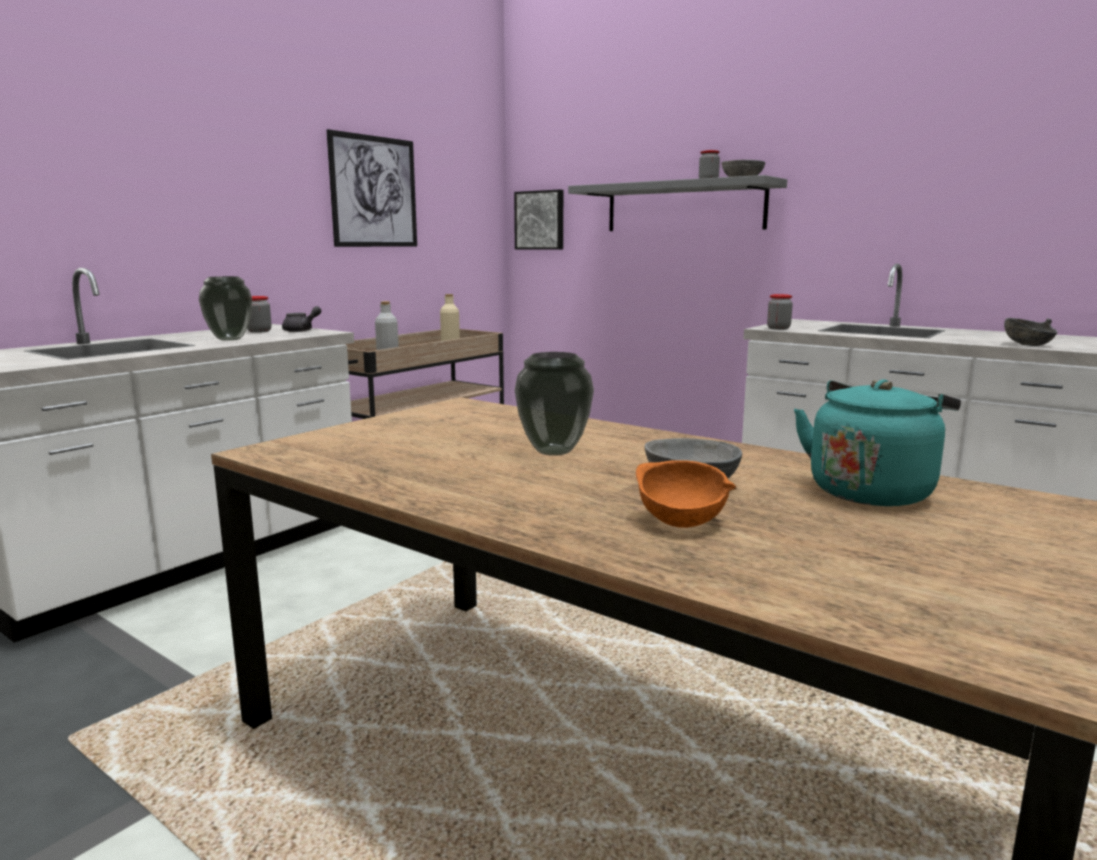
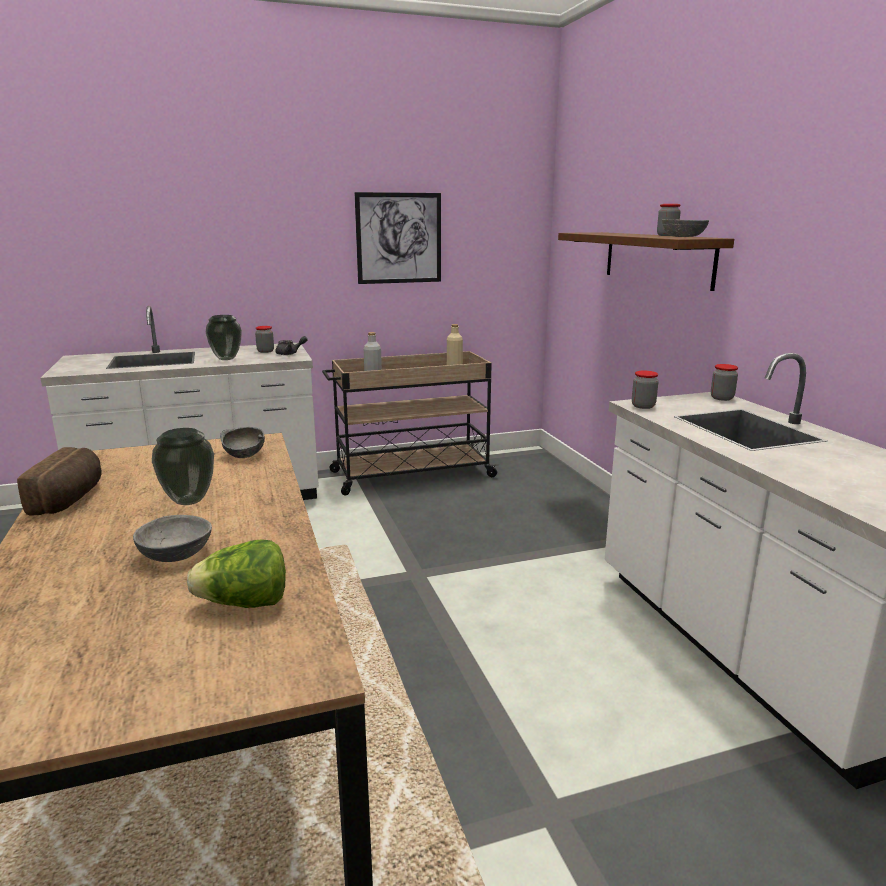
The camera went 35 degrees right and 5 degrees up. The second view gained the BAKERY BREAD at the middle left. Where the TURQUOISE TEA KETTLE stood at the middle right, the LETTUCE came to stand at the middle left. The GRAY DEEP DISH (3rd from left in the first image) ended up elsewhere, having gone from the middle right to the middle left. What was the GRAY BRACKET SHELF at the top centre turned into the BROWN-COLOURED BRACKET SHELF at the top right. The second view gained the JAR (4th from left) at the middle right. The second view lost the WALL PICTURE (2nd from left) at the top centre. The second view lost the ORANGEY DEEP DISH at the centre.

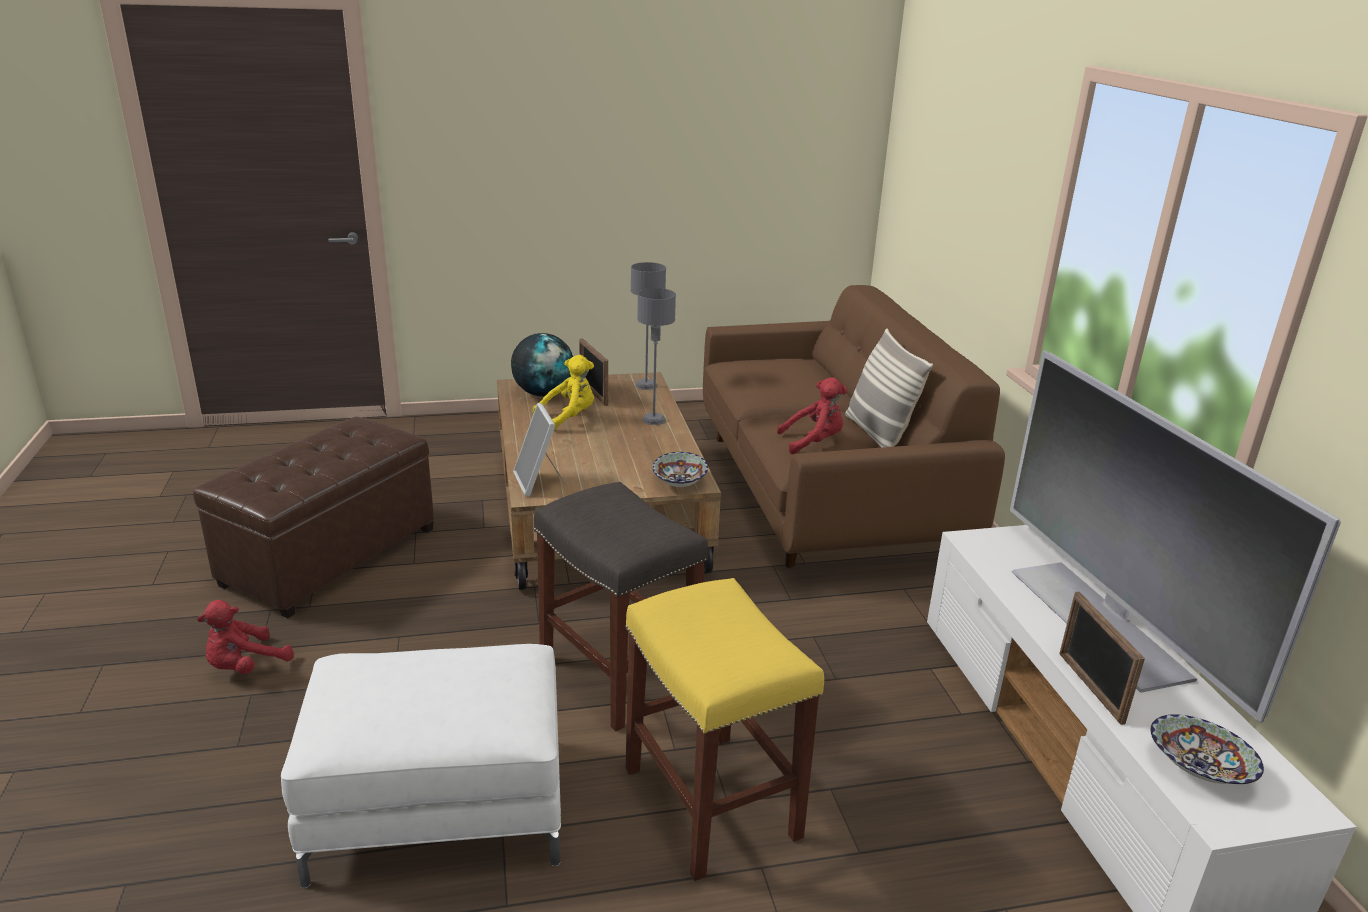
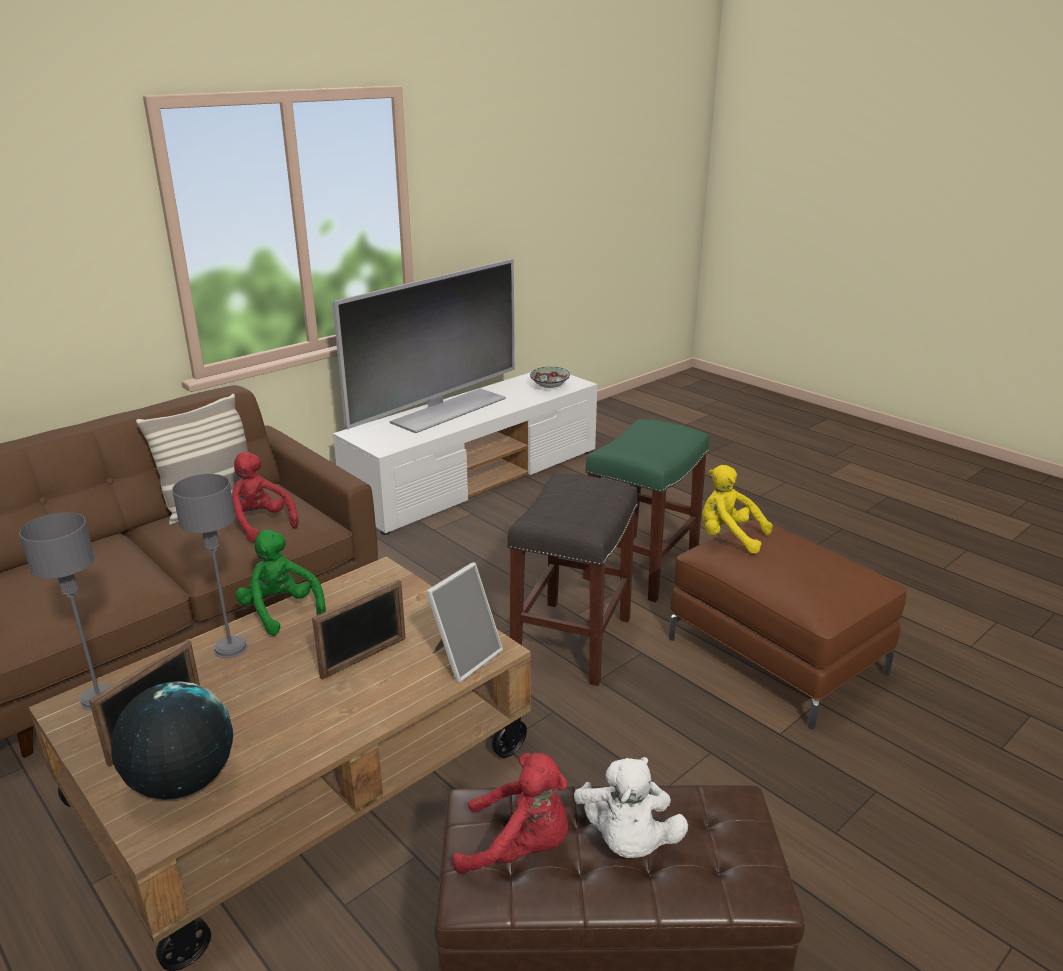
The camera went 120 degrees left and 0 degrees up. The second view gained the GREEN-COLOURED CUDDLY TOY at the middle left. The PICTURE FRAME (3rd from left in the first image) ended up elsewhere, having gone from the bottom right to the centre. The REDDISH CUDDLY TOY (1st from left in the first image) ended up elsewhere, having gone from the bottom left to the bottom centre. The second view gained the WHITE-COLOURED CUDDLY TOY at the bottom centre. What was the YELLOW-COLOURED STOOL at the bottom centre turned into the GREEN-COLOURED STOOL at the centre. What was the WHITE-COLOURED POUFFE at the bottom left turned into the BROWN-COLOURED POUFFE (2nd from left) at the middle right. The YELLOW-COLOURED CUDDLY TOY ended up elsewhere, having gone from the centre to the middle right. The second view lost the DEEP DISH (1st from left) at the centre.

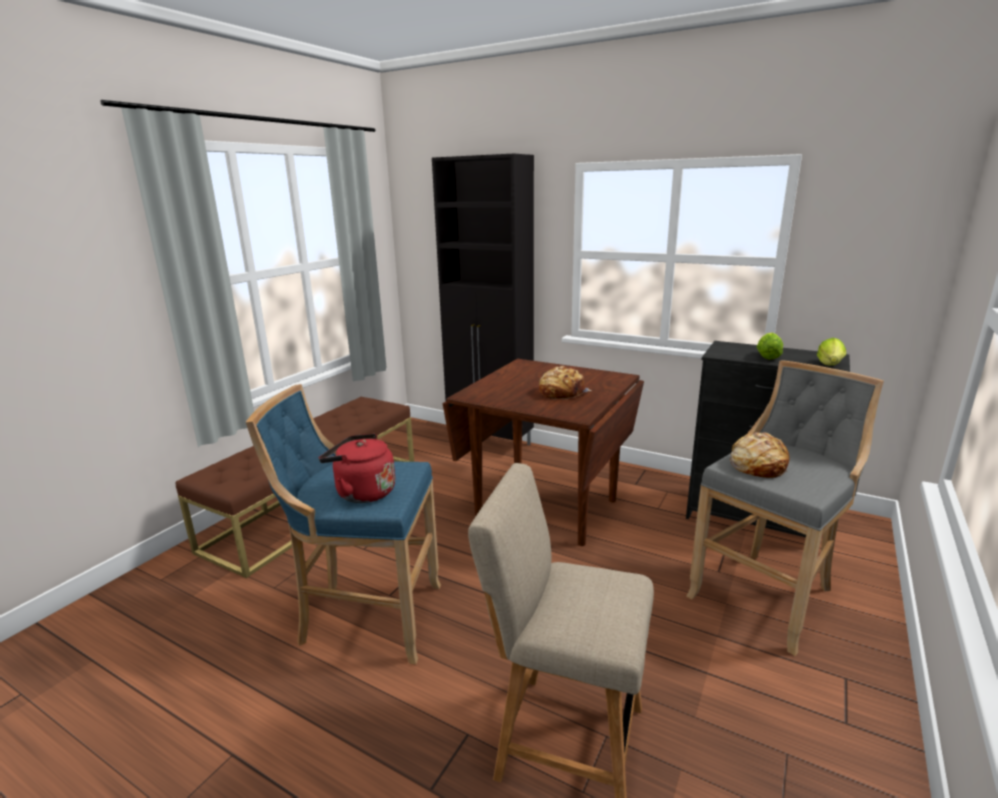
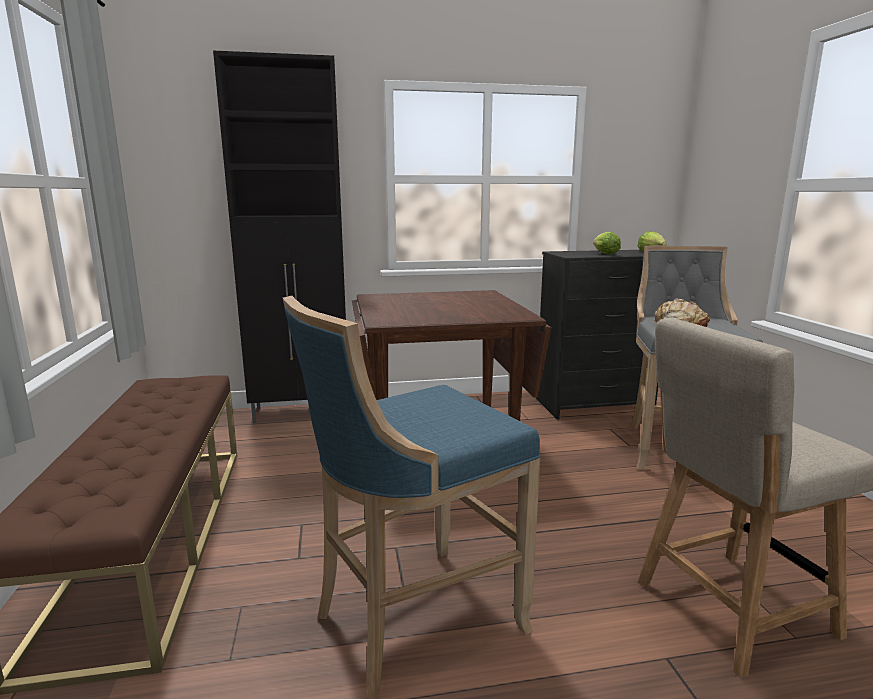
The camera went 40 degrees left and 5 degrees down. The second view lost the REDDISH TEA KETTLE at the centre. The second view lost the BAKERY BREAD (1st from left) at the centre.

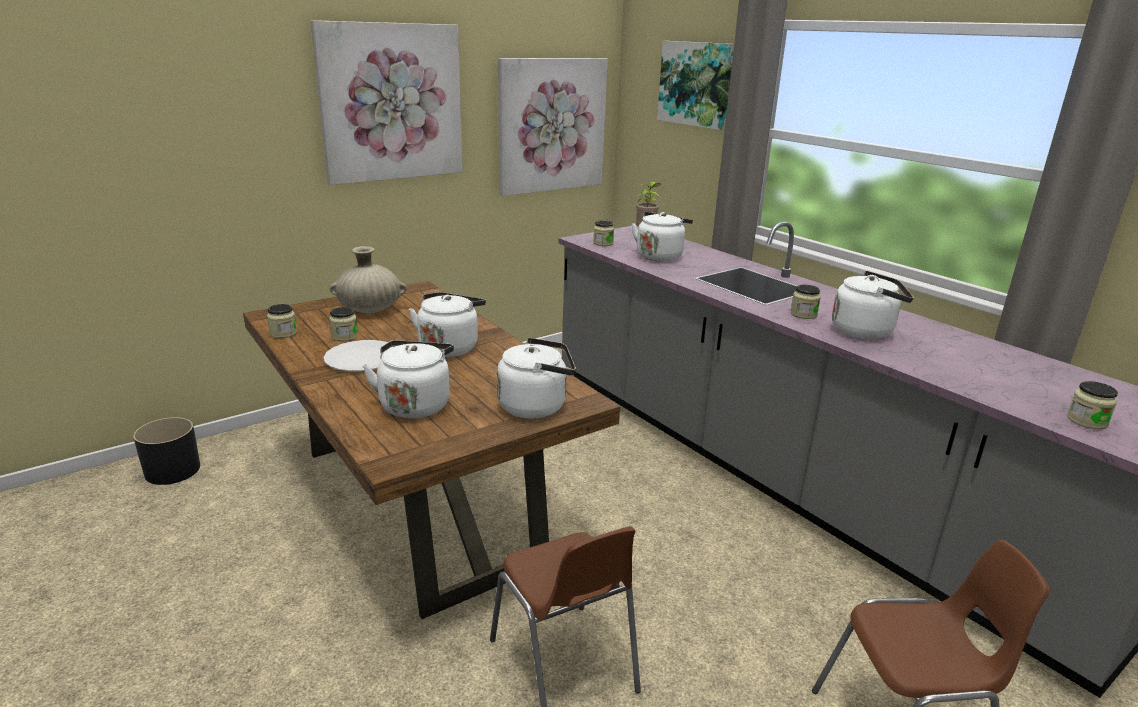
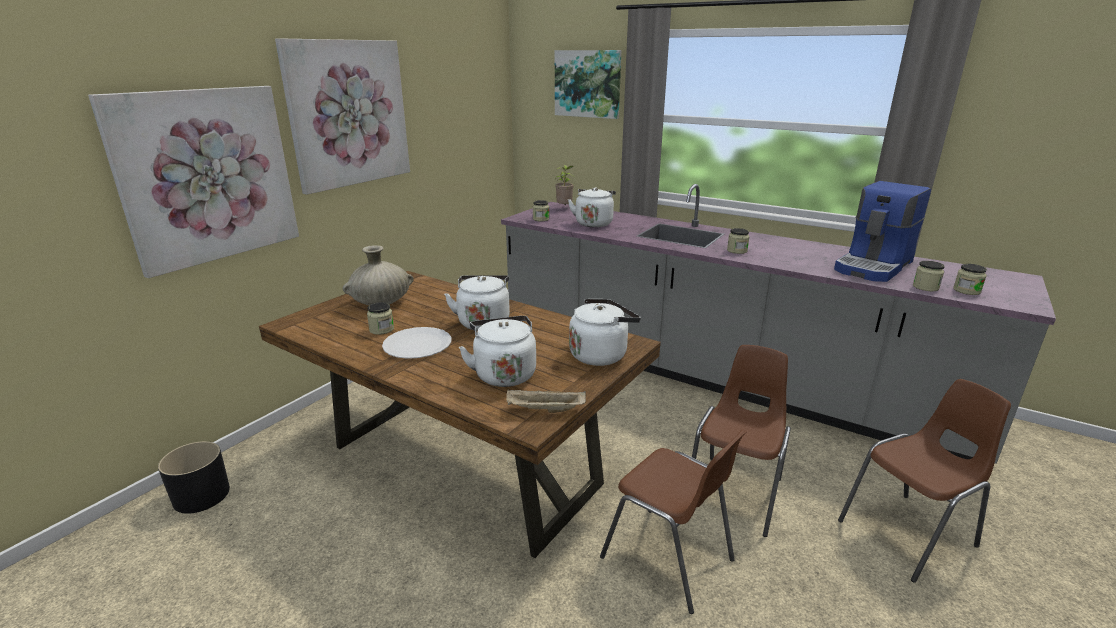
The camera went 20 degrees left and 0 degrees up. The WALL PICTURE (2nd from left in the first image) ended up elsewhere, having gone from the top centre to the top left. The second view gained the BEIGE TRAY at the centre. The second view gained the BROWN-COLOURED UPRIGHT CHAIR (2nd from left) at the bottom centre. The second view gained the COFFEE BREWER at the middle right. The JAR (1st from left in the first image) ended up elsewhere, having gone from the middle left to the middle right. The second view lost the WHITE-COLOURED TEA KETTLE (5th from left) at the middle right.

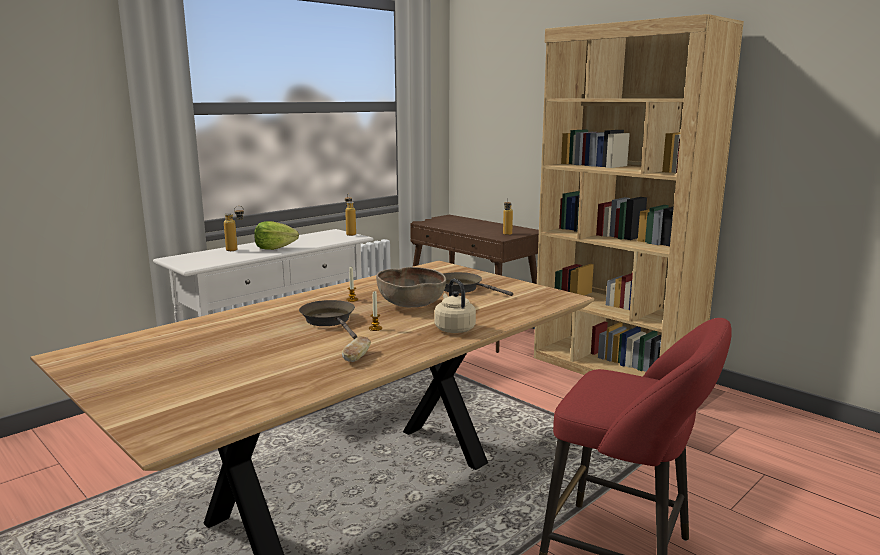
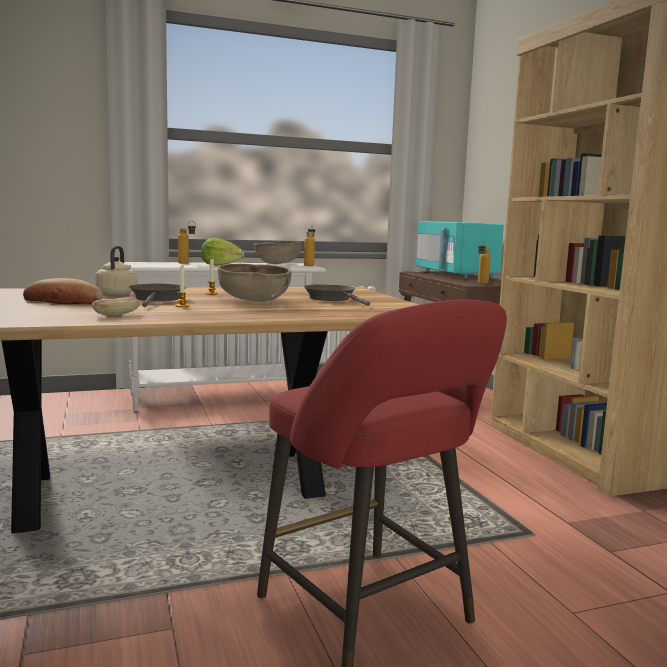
The camera went 25 degrees right and 5 degrees down. The second view gained the BAKERY BREAD (1st from left) at the middle left. The BEIGE TEA KETTLE ended up elsewhere, having gone from the centre to the middle left. The second view gained the BROWN-COLOURED DEEP DISH (2nd from left) at the centre. The second view gained the TURQUOISE MICROWAVE at the middle right.

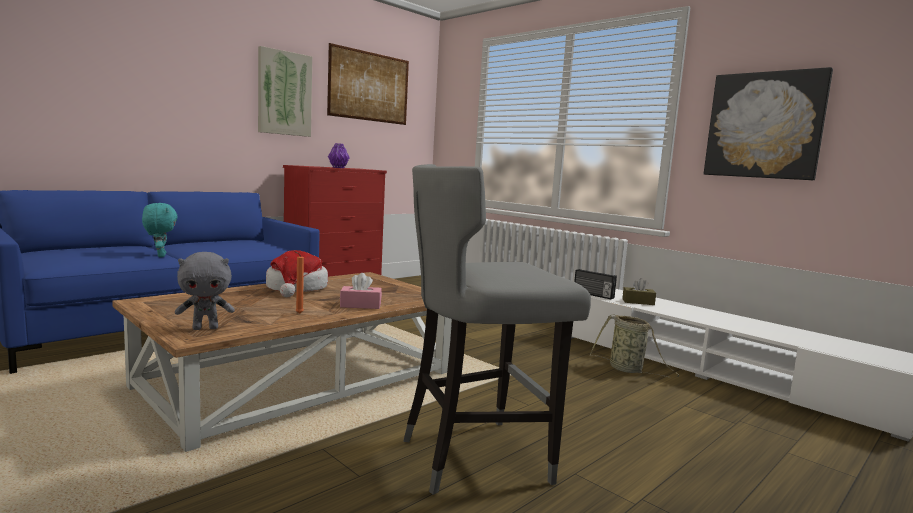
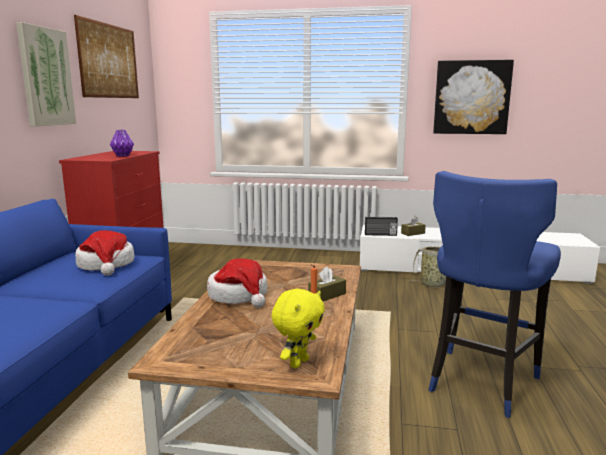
The camera went 35 degrees left and 5 degrees up. The second view gained the WEARABLE HAT (1st from left) at the middle left. What was the GRAY CUDDLY TOY at the middle left turned into the YELLOW-COLOURED CUDDLY TOY at the bottom centre. What was the PINKISH BOX OF TISSUES at the centre turned into the BROWN-COLOURED BOX OF TISSUES (1st from left) at the centre. What was the GRAY STOOL at the centre turned into the BLUISH STOOL at the middle right. The second view lost the TURQUOISE CUDDLY TOY at the middle left.

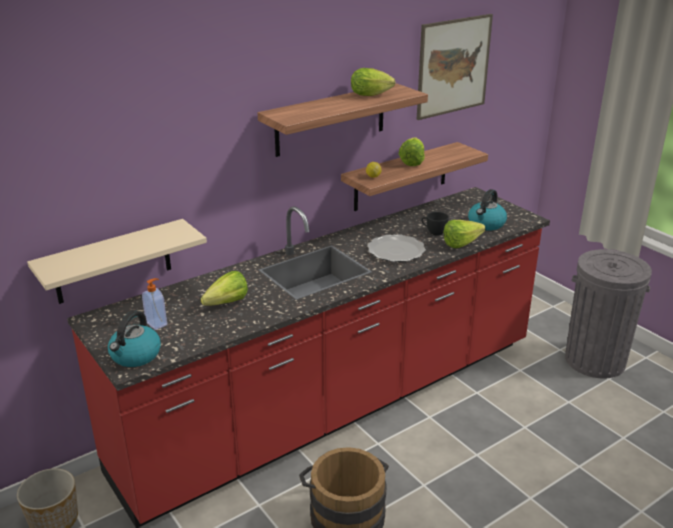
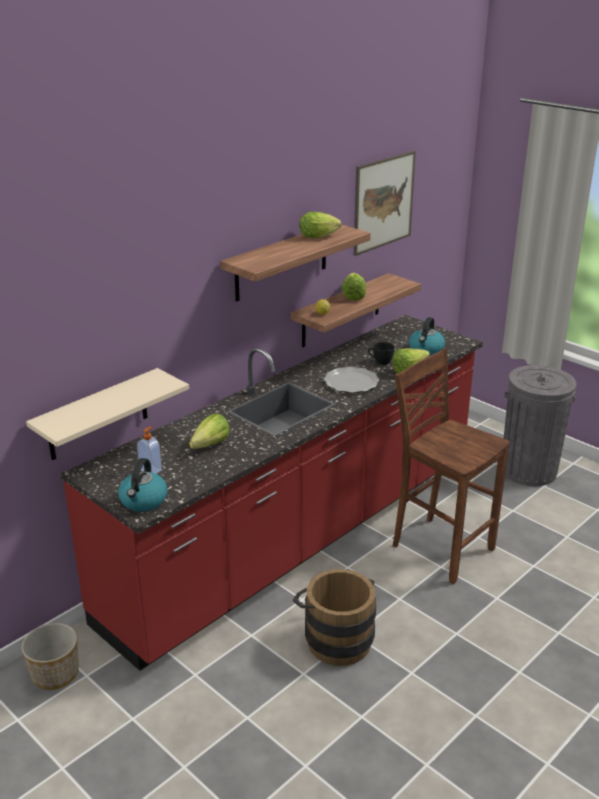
The camera went 10 degrees left and 0 degrees up. The second view gained the BROWN-COLOURED STOOL at the middle right.

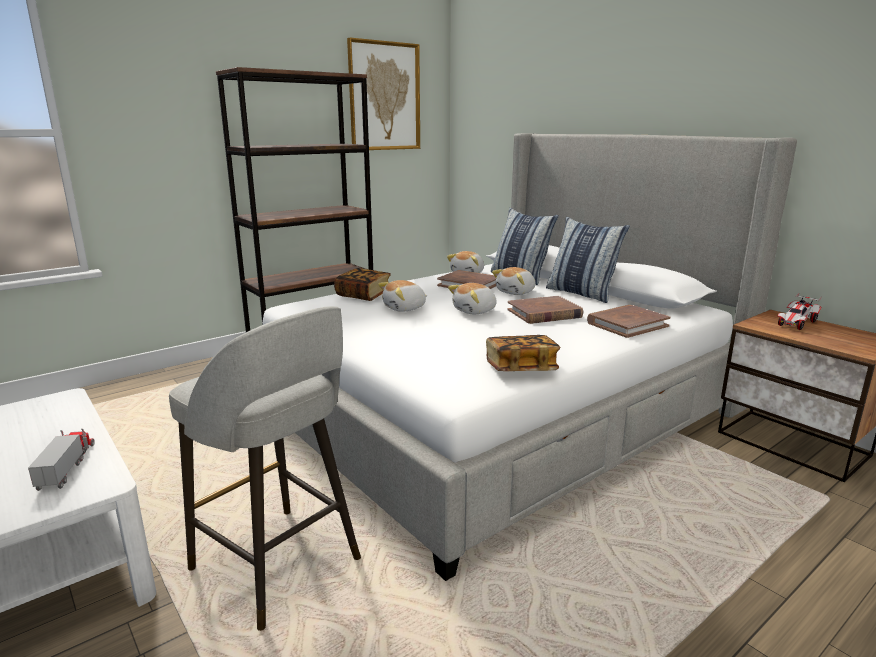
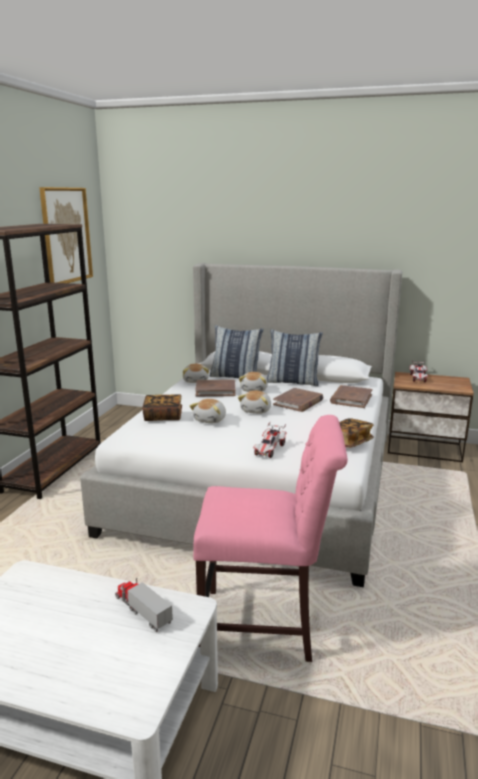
The camera went 35 degrees left and 0 degrees up. Where the GRAY STOOL stood at the bottom left, the PINKISH UPRIGHT CHAIR came to stand at the bottom centre. The second view gained the MODEL CAR (1st from left) at the centre.

